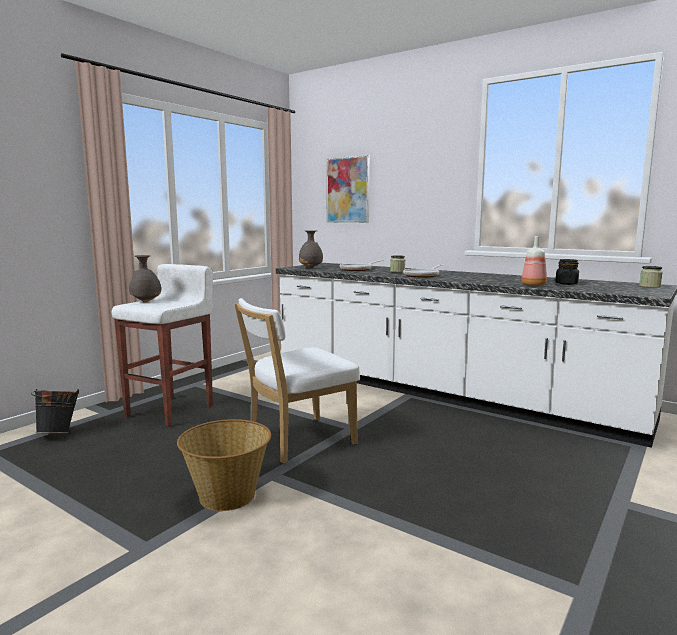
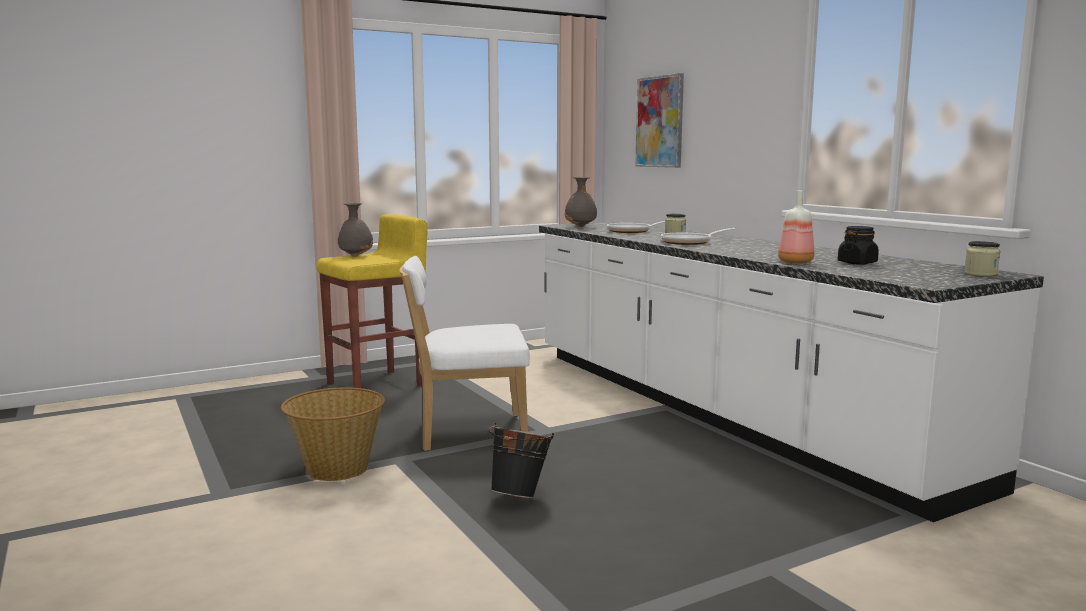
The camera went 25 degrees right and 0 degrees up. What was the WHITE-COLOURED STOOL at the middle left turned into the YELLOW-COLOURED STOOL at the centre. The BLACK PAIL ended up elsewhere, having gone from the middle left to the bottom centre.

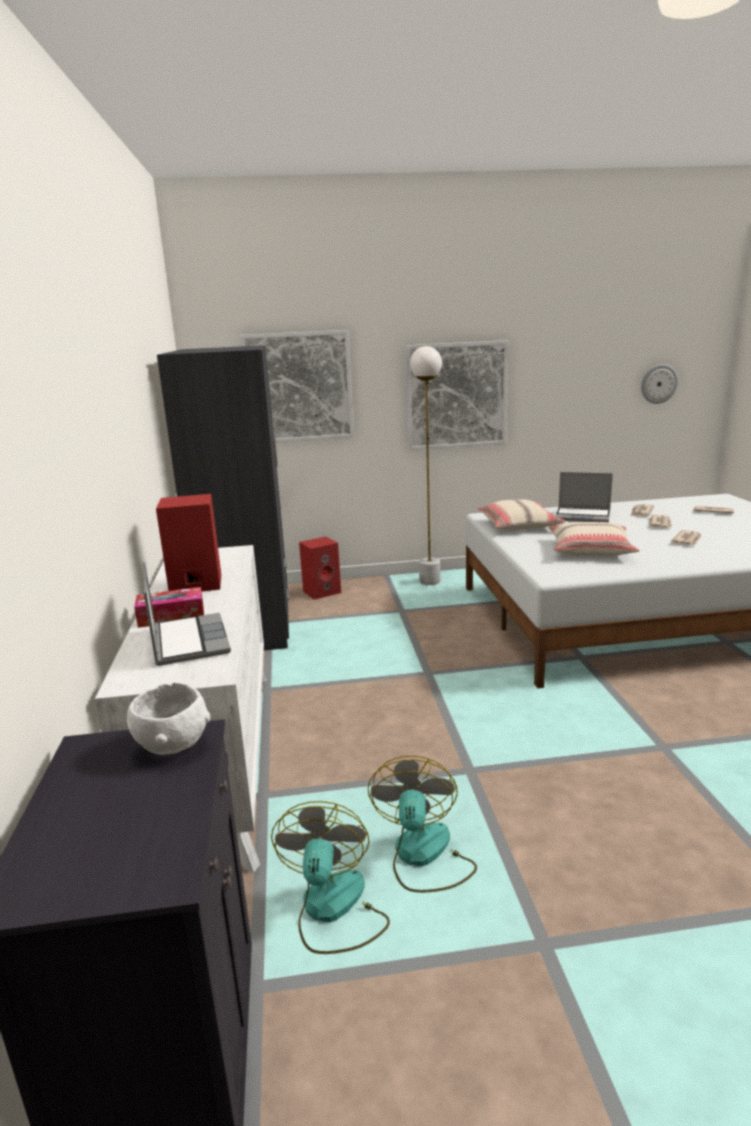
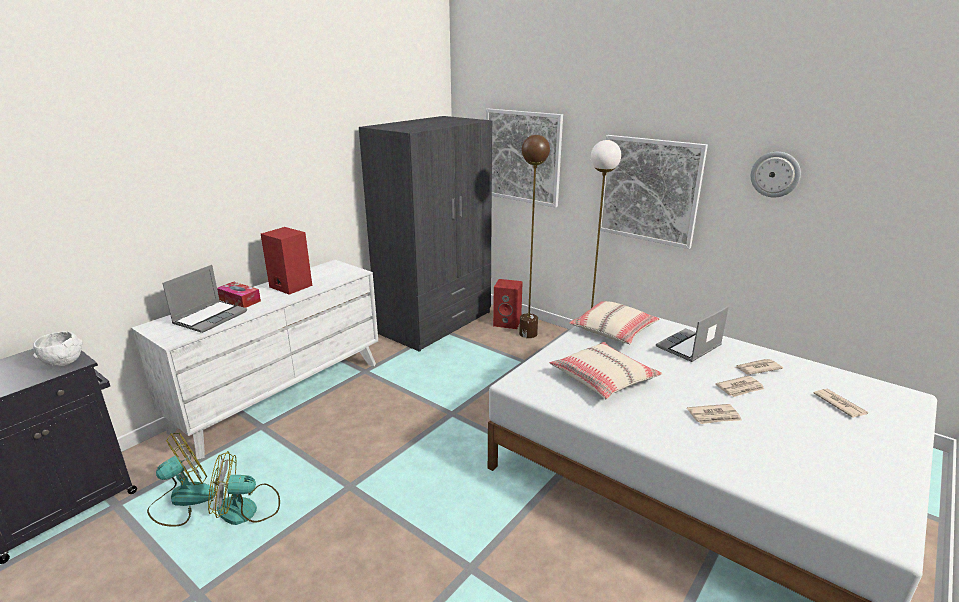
The camera went 45 degrees right and 5 degrees up. The FAN (2nd from left) at the bottom centre ended up facing another way, 150 degrees counterclockwise from before. The second view gained the BROWN-COLOURED STANDING LAMP at the centre. The LAPTOP (2nd from left) at the middle right ended up facing another way, 75 degrees clockwise from before. The HANGING CLOCK ended up elsewhere, having gone from the middle right to the top right.

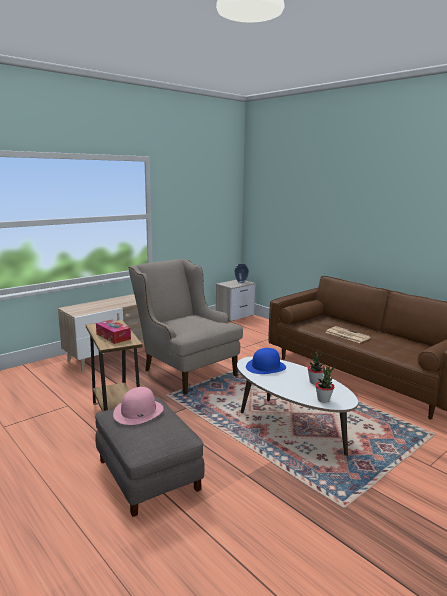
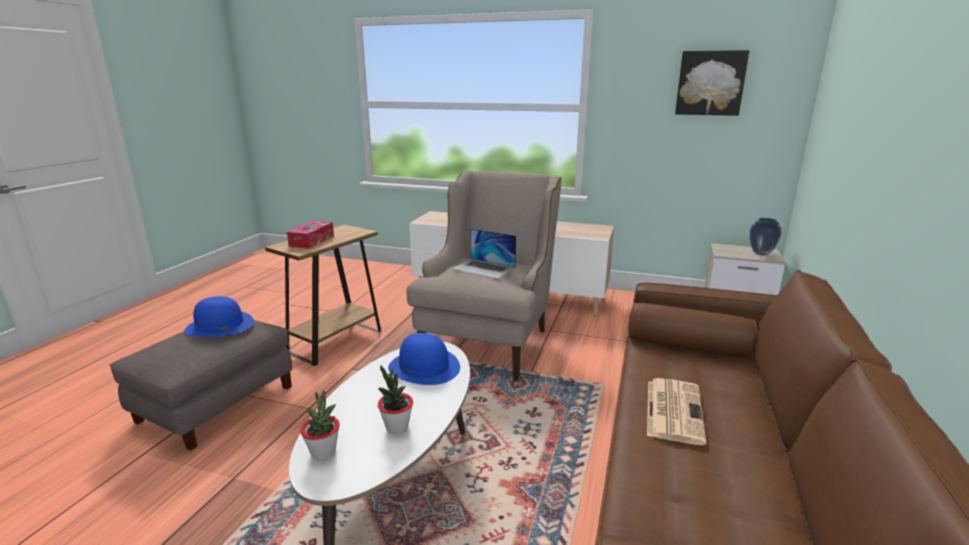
The camera went 60 degrees right and 5 degrees up. What was the PINKISH WEARABLE HAT at the bottom left turned into the BLUISH WEARABLE HAT (1st from left) at the middle left. The second view gained the LAPTOP at the centre. The second view gained the WALL PICTURE at the top right.

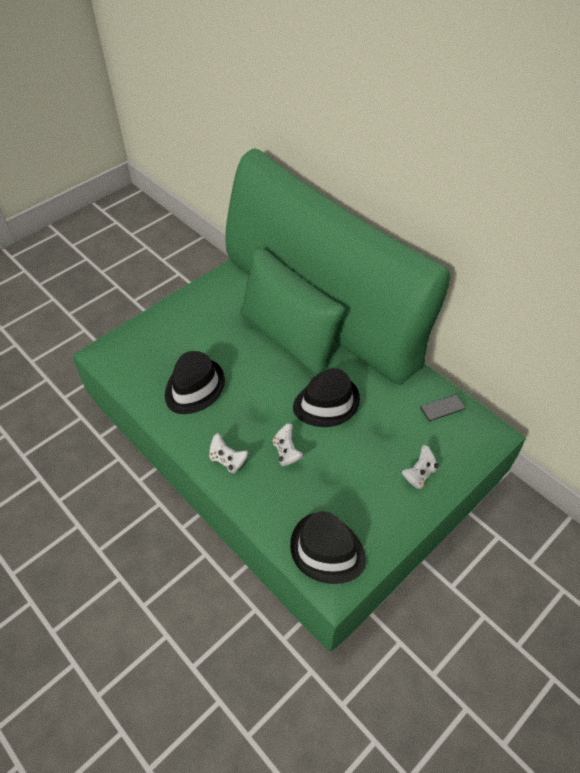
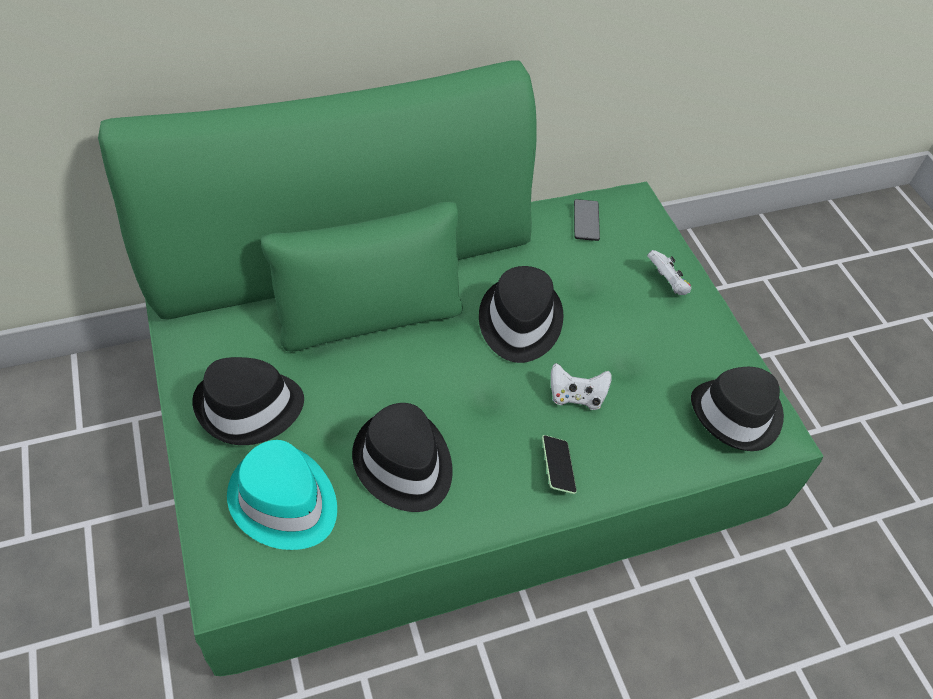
The camera went 70 degrees left and 0 degrees up. The second view gained the BLACK WEARABLE HAT (1st from left) at the middle left. The second view gained the TURQUOISE WEARABLE HAT at the bottom left. Where the WHITE-COLOURED GAMEPAD (1st from left) stood at the centre, the PHONE (1st from left) came to stand at the centre.

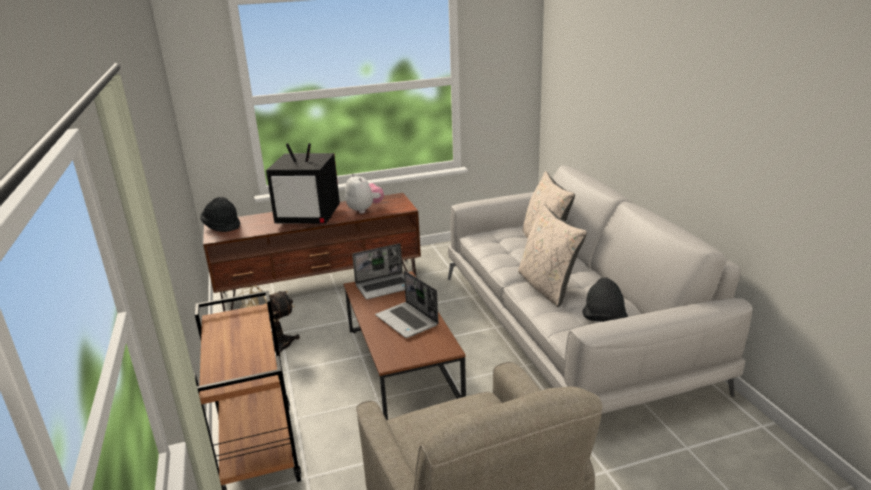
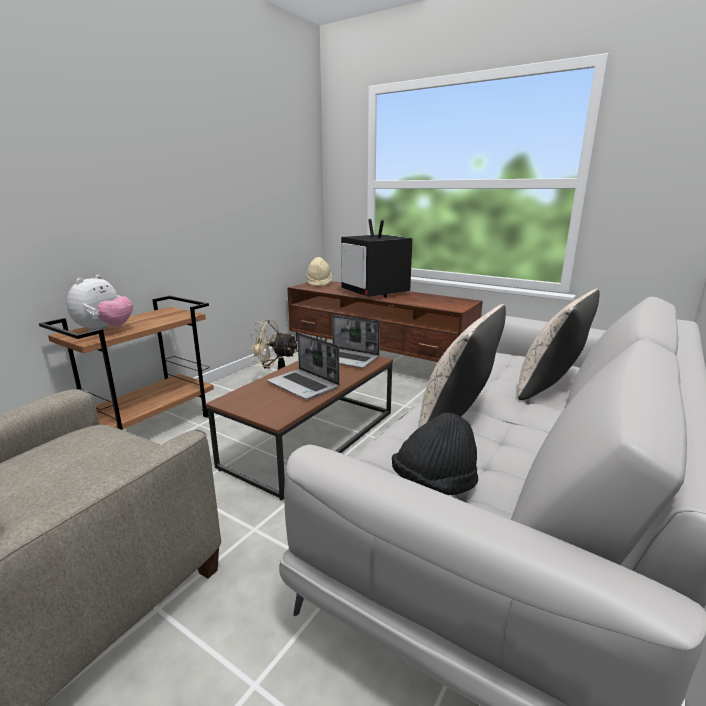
The camera went 50 degrees right and 5 degrees down. The CUDDLY TOY ended up elsewhere, having gone from the centre to the middle left. The LAPTOP (2nd from left in the first image) at the centre ended up facing another way, 60 degrees counterclockwise from before. What was the BLACK WEARABLE HAT (1st from left) at the middle left turned into the BEIGE WEARABLE HAT at the centre.

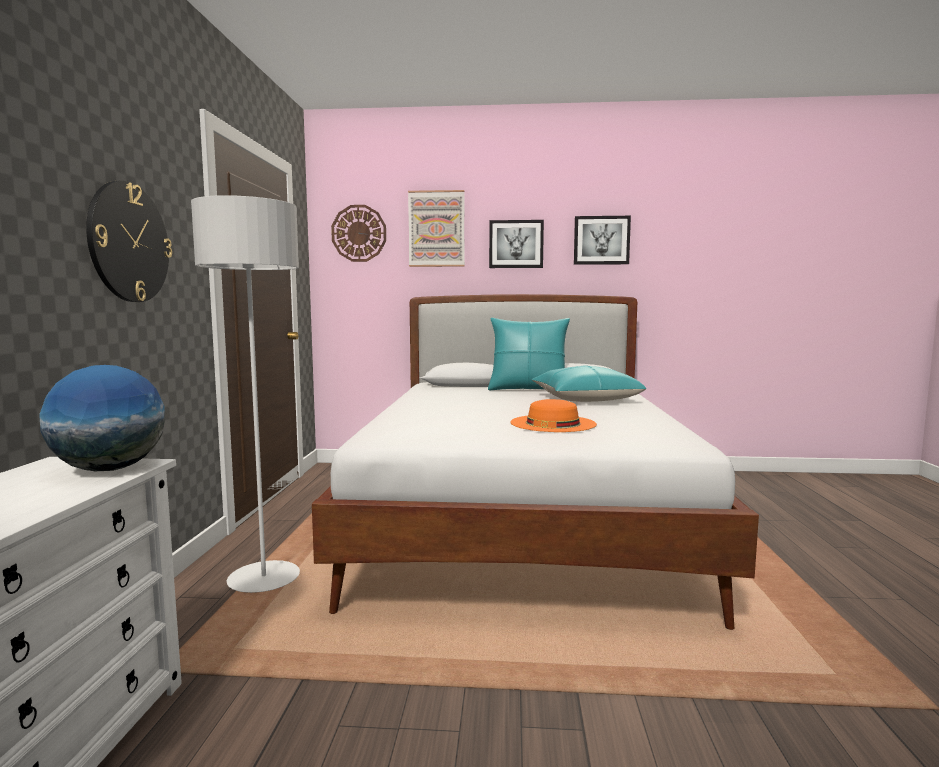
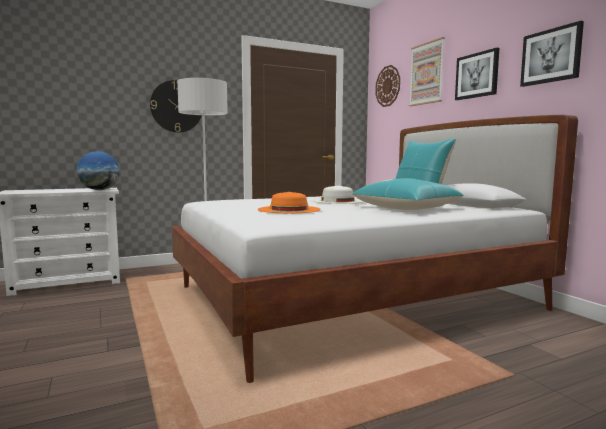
The camera went 60 degrees right and 0 degrees up. The second view gained the WHITE-COLOURED WEARABLE HAT at the centre.

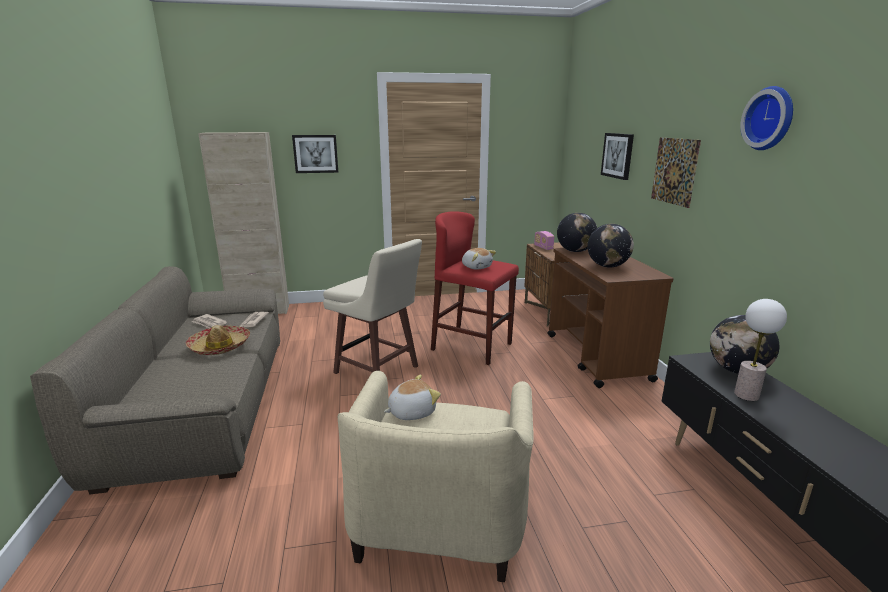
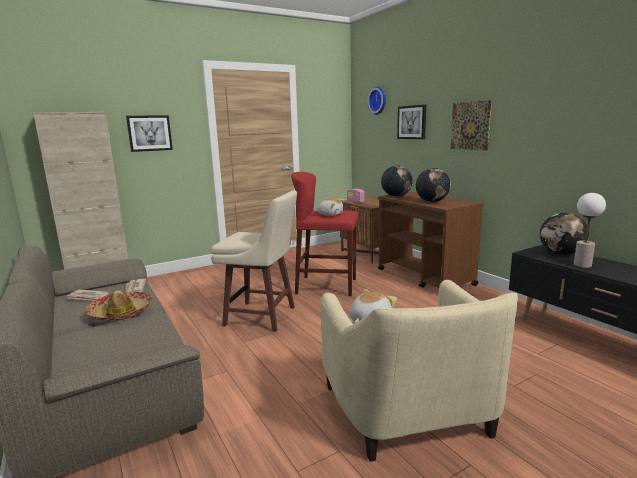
The camera went 20 degrees left and 5 degrees down. The HANGING CLOCK ended up elsewhere, having gone from the top right to the top centre.

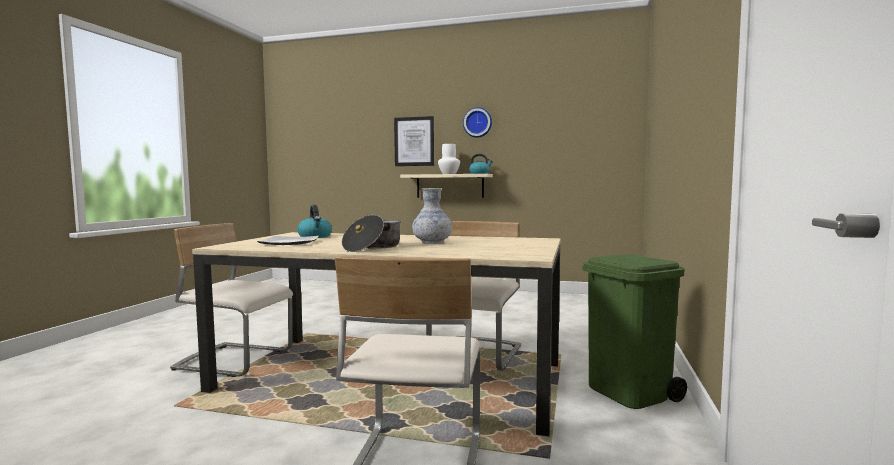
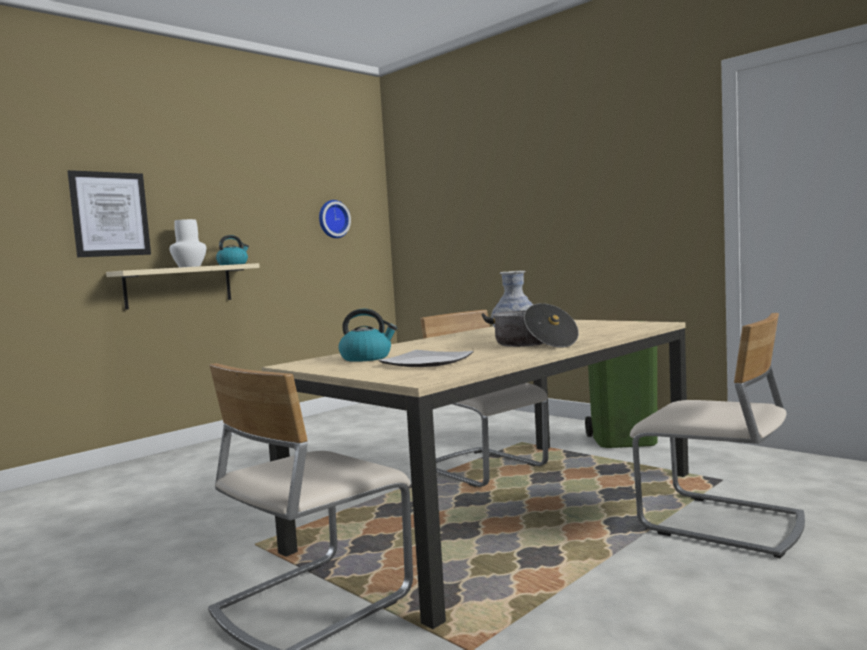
The camera went 60 degrees left and 0 degrees up. The HANGING CLOCK ended up elsewhere, having gone from the top centre to the centre.

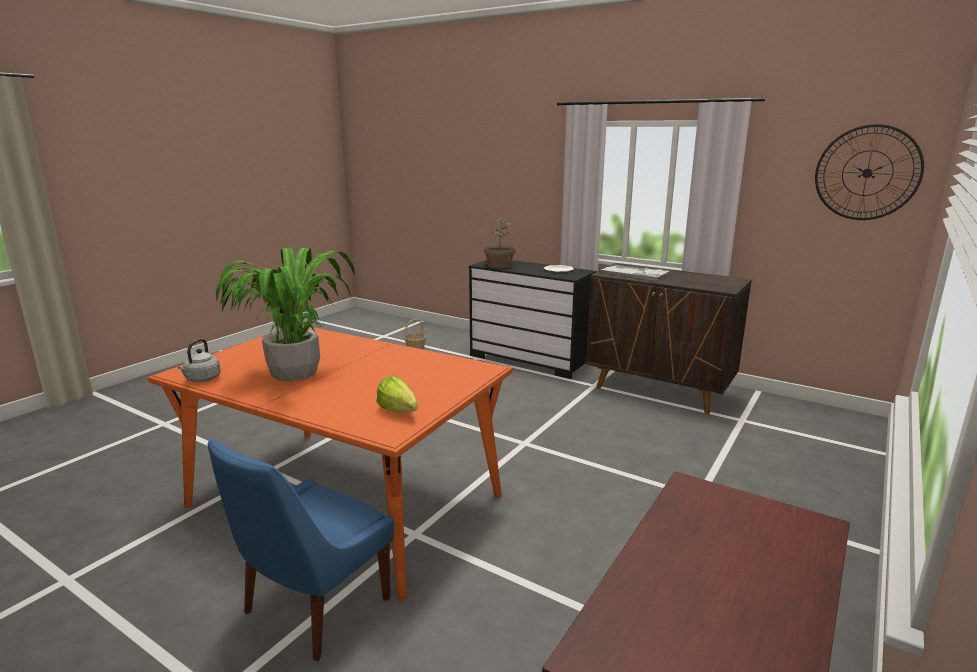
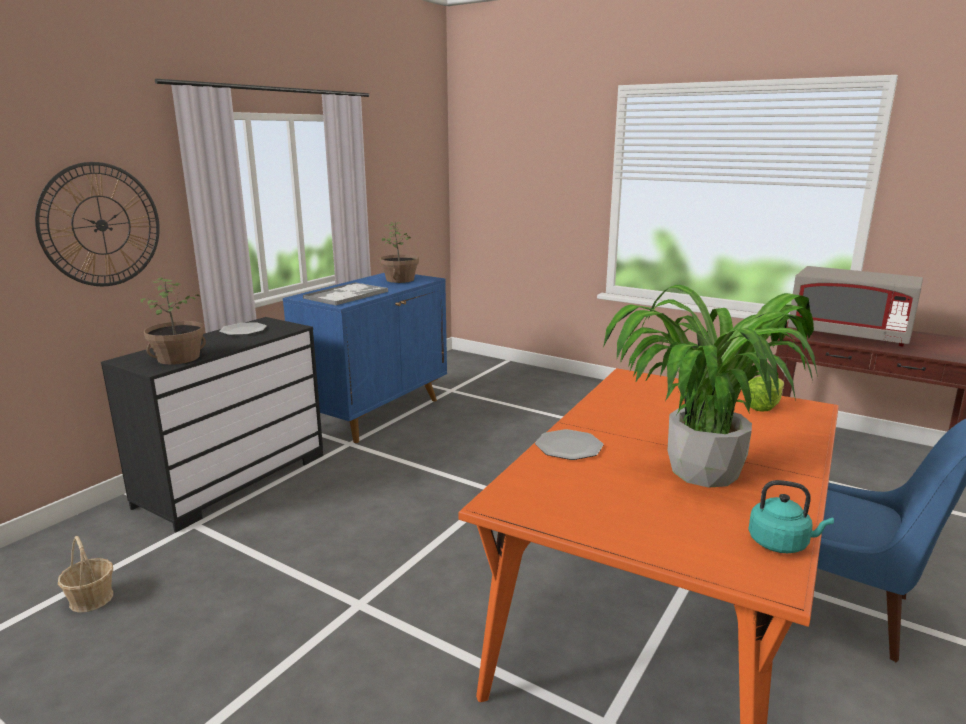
The camera went 90 degrees left and 0 degrees up. The HANGING CLOCK ended up elsewhere, having gone from the top right to the top left. What was the BROWN-COLOURED CUPBOARD at the middle right turned into the BLUISH CUPBOARD at the centre. The second view gained the HOUSEPLANT (2nd from left) at the centre. The second view gained the FLAT DISH (2nd from left) at the centre. What was the GRAY TEA KETTLE at the middle left turned into the TURQUOISE TEA KETTLE at the bottom right. The second view gained the GRAY MICROWAVE at the middle right.

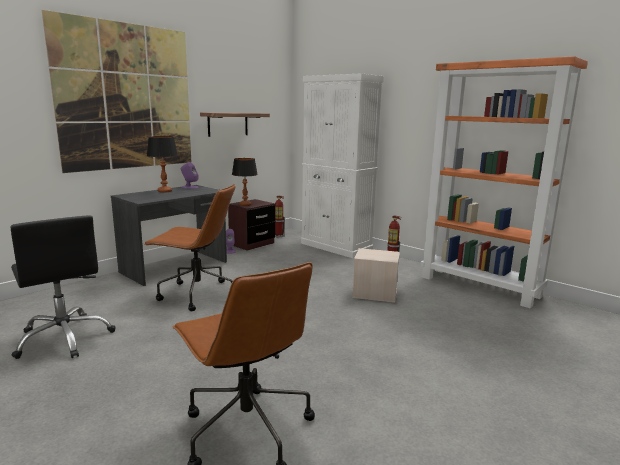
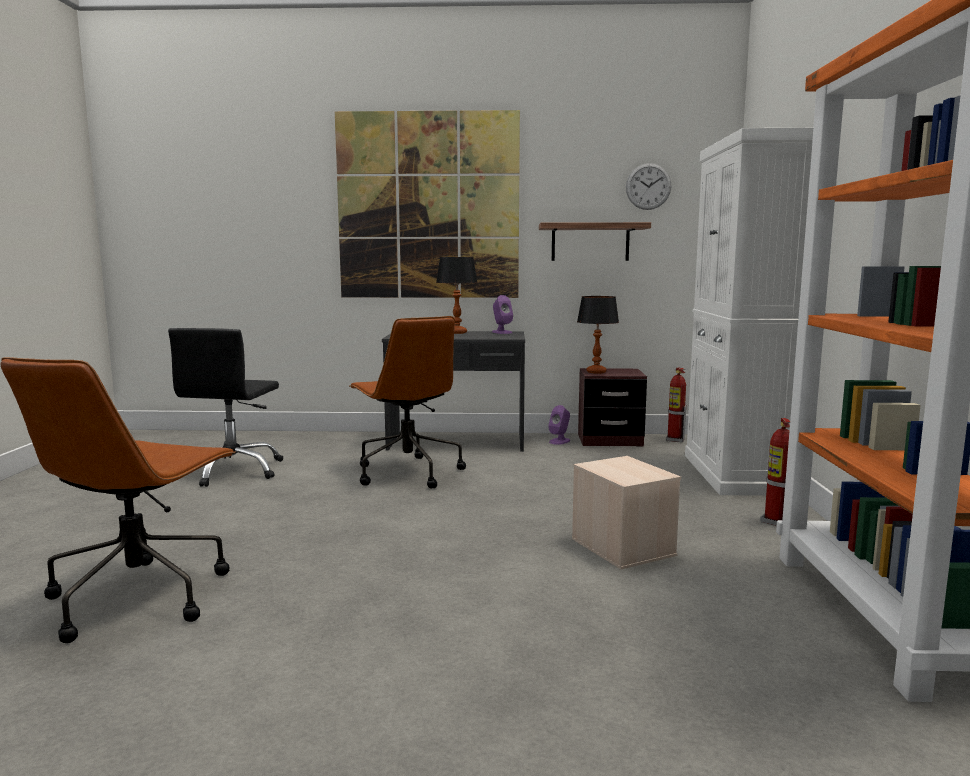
The camera went 50 degrees right and 5 degrees down. The second view gained the HANGING CLOCK at the top right.

